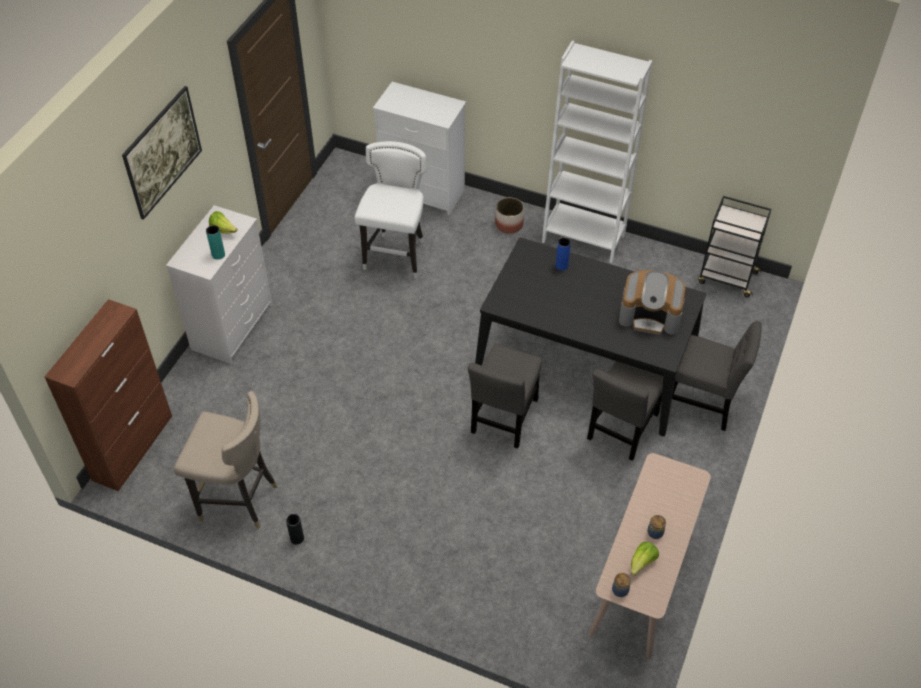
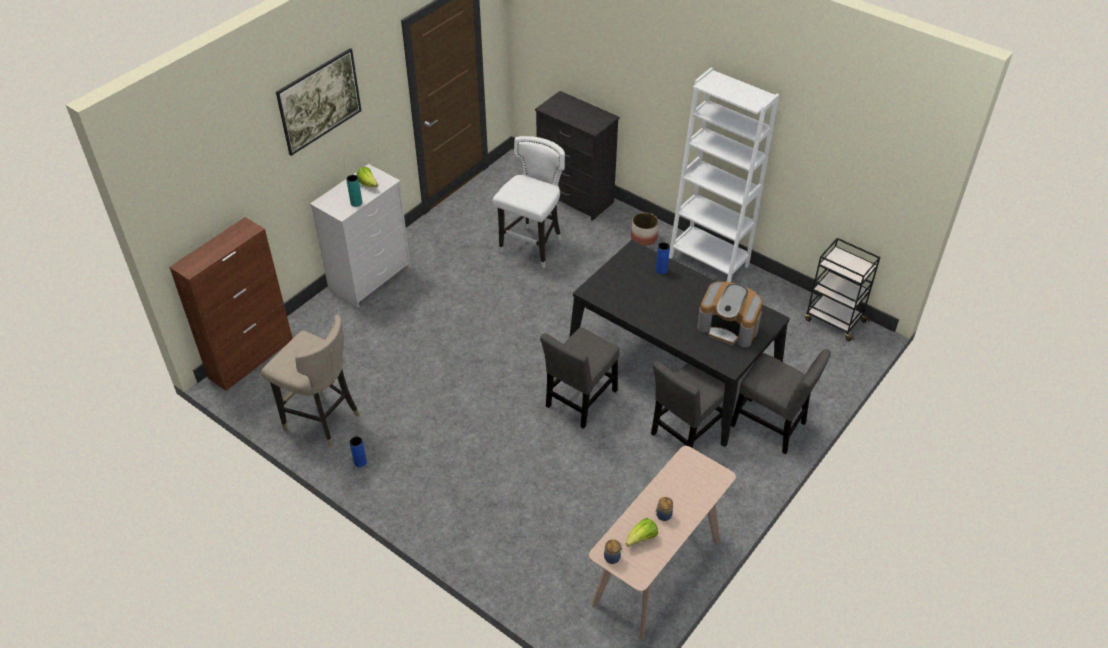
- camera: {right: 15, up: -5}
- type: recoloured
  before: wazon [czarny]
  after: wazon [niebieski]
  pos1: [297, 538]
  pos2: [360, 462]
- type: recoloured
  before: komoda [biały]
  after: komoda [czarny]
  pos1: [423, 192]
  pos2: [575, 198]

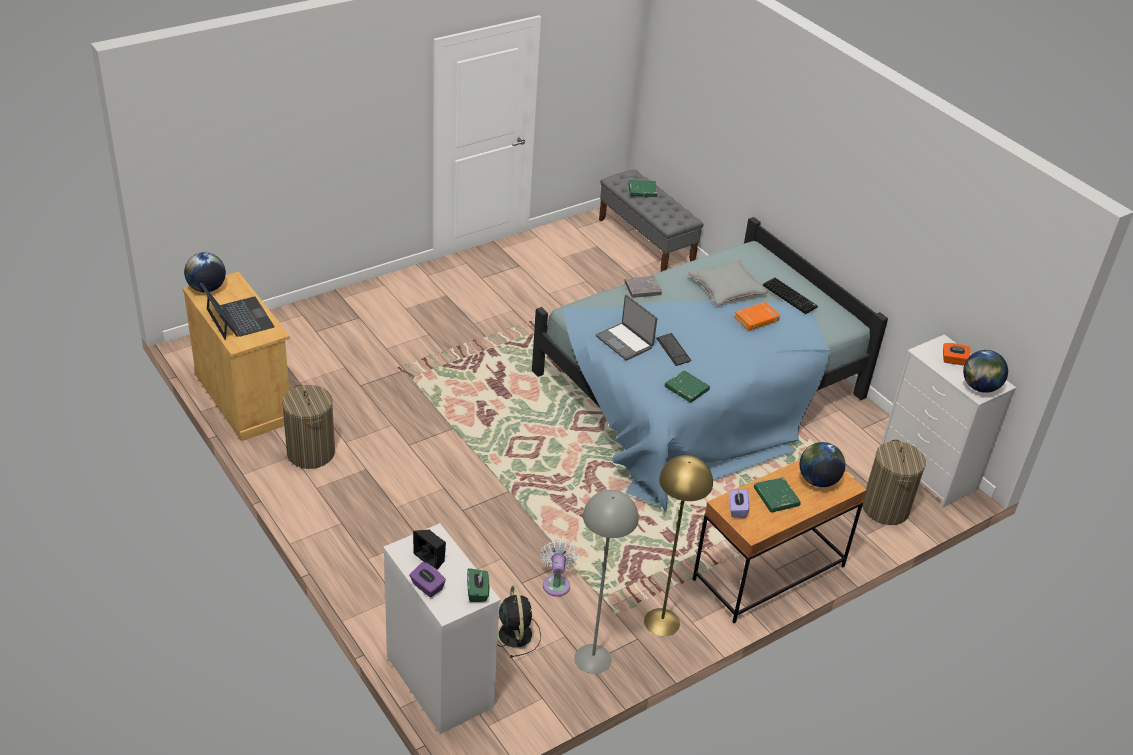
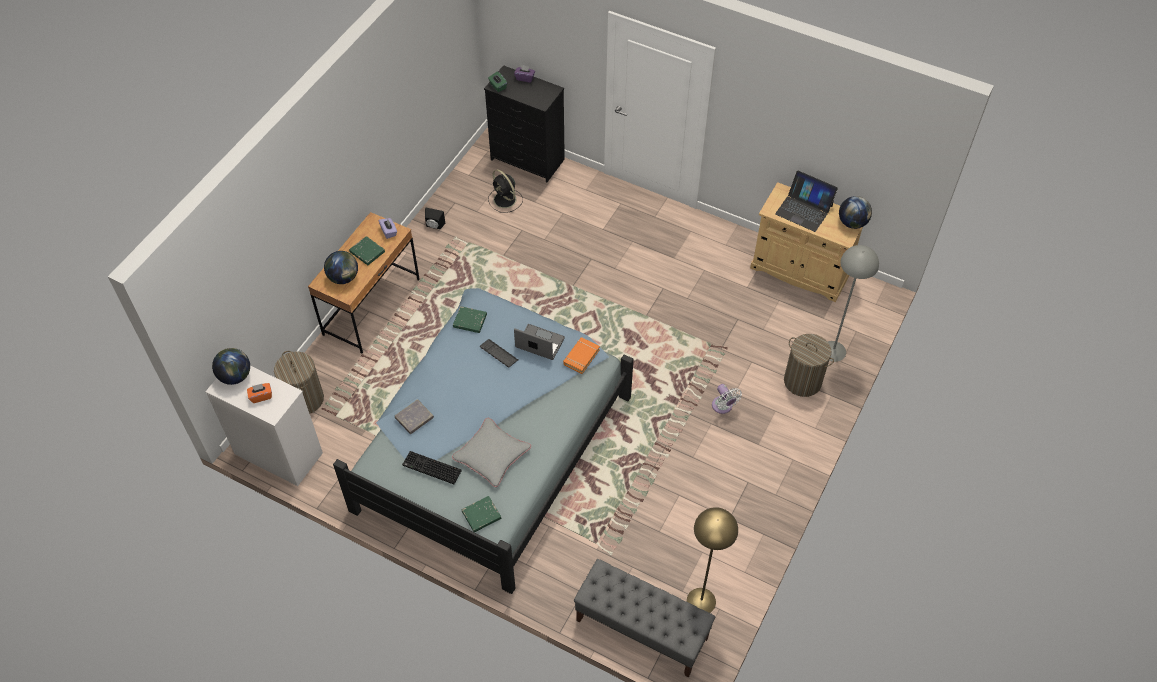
- camera: {right: 155, up: 15}
- type: moved
  before: kosz na pranie
  pos1: [311, 453]
  pos2: [802, 381]
- type: moved
  before: głośnik [czarny]
  pos1: [431, 557]
  pos2: [434, 226]
- type: moved
  before: wentylator [biały]
  pos1: [556, 583]
  pos2: [723, 407]
- type: moved
  before: lampa stojąca [szary]
  pos1: [593, 658]
  pos2: [833, 351]
- type: moved
  before: książka [szary]
  pos1: [642, 289]
  pos2: [414, 418]
- type: moved
  before: książka [zielony]
  pos1: [642, 190]
  pos2: [481, 515]
- type: moved
  before: lampa stojąca [żółty]
  pos1: [661, 622]
  pos2: [701, 601]
- type: moved
  before: książka [pomarańczowy]
  pos1: [756, 319]
  pos2: [581, 357]
- type: recoloured
  before: komoda [biały]
  after: komoda [czarny]
  pos1: [438, 681]
  pos2: [528, 160]

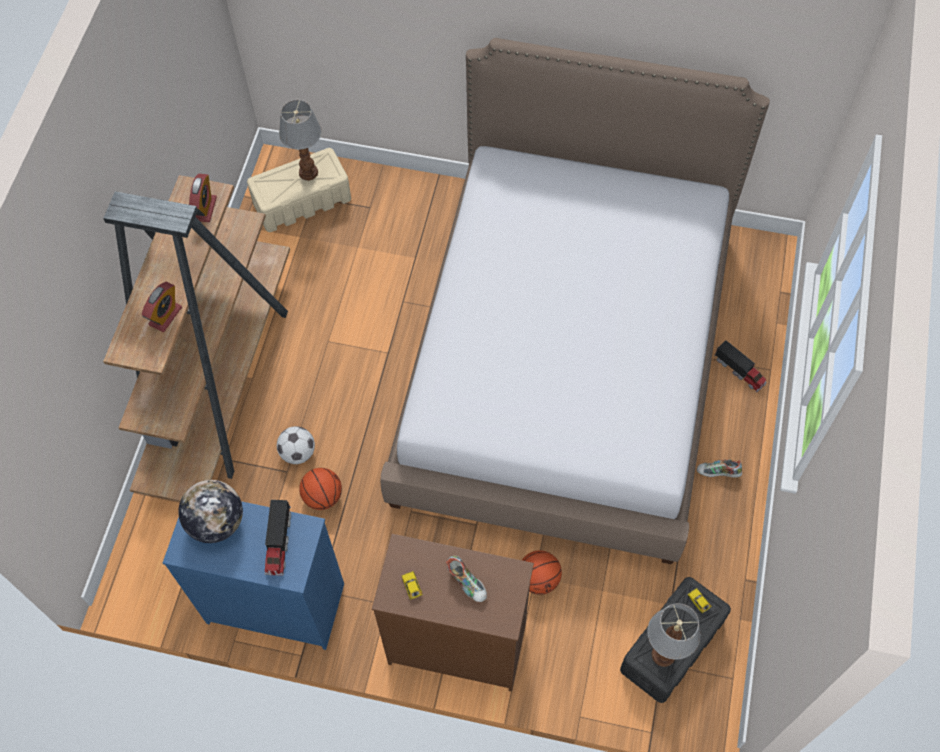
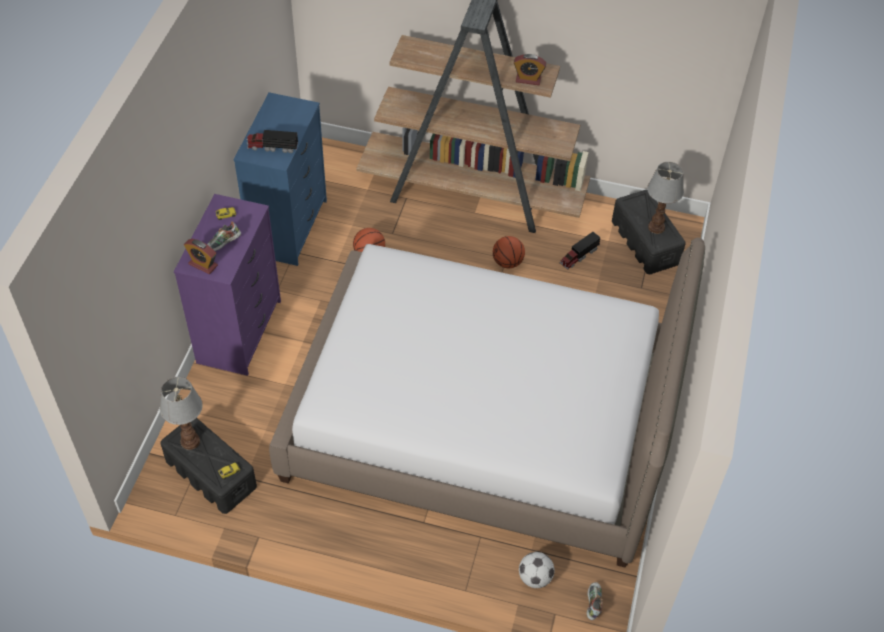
- camera: {right: 90, up: -10}
- type: removed
  before: globus
  pos1: [216, 522]
- type: moved
  before: budzik
  pos1: [165, 316]
  pos2: [203, 265]
- type: moved
  before: piłka futbolowa
  pos1: [298, 452]
  pos2: [535, 577]
- type: moved
  before: piłka do koszykówki
  pos1: [538, 579]
  pos2: [507, 262]
- type: moved
  before: but
  pos1: [718, 473]
  pos2: [593, 603]
- type: moved
  before: ciężarówka zabawkowa
  pos1: [740, 371]
  pos2: [578, 256]
- type: recoloured
  before: pojemnik do przechowywania [beżowy]
  after: pojemnik do przechowywania [czarny]
  pos1: [302, 201]
  pos2: [645, 243]
- type: recoloured
  before: komoda [brązowy]
  after: komoda [fioletowy]
  pos1: [457, 642]
  pos2: [240, 332]

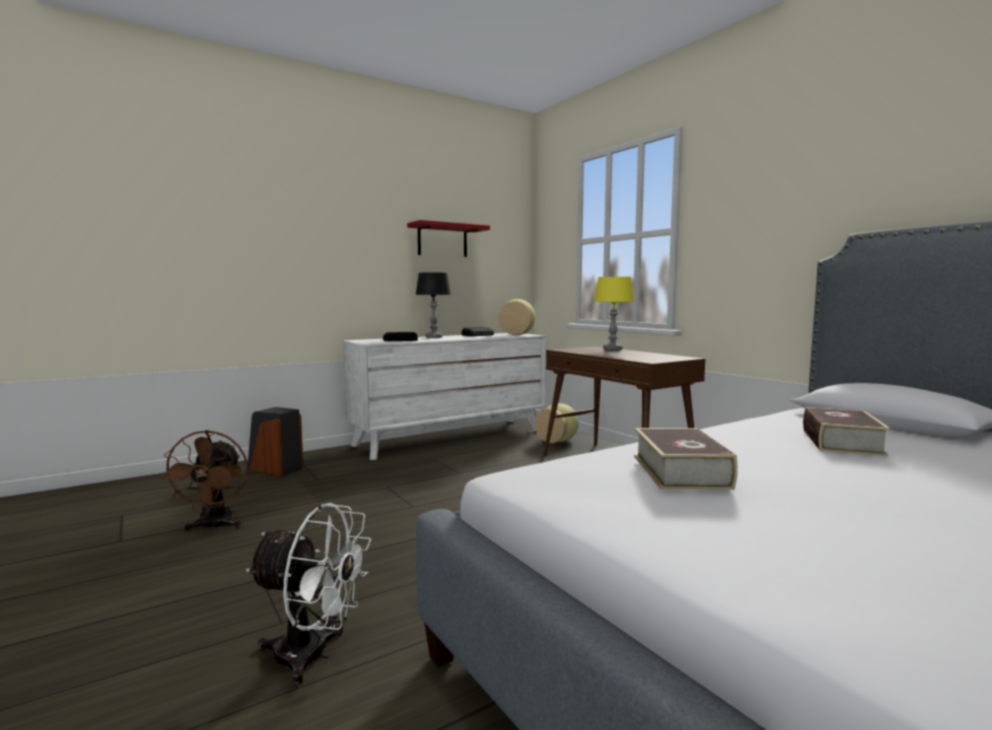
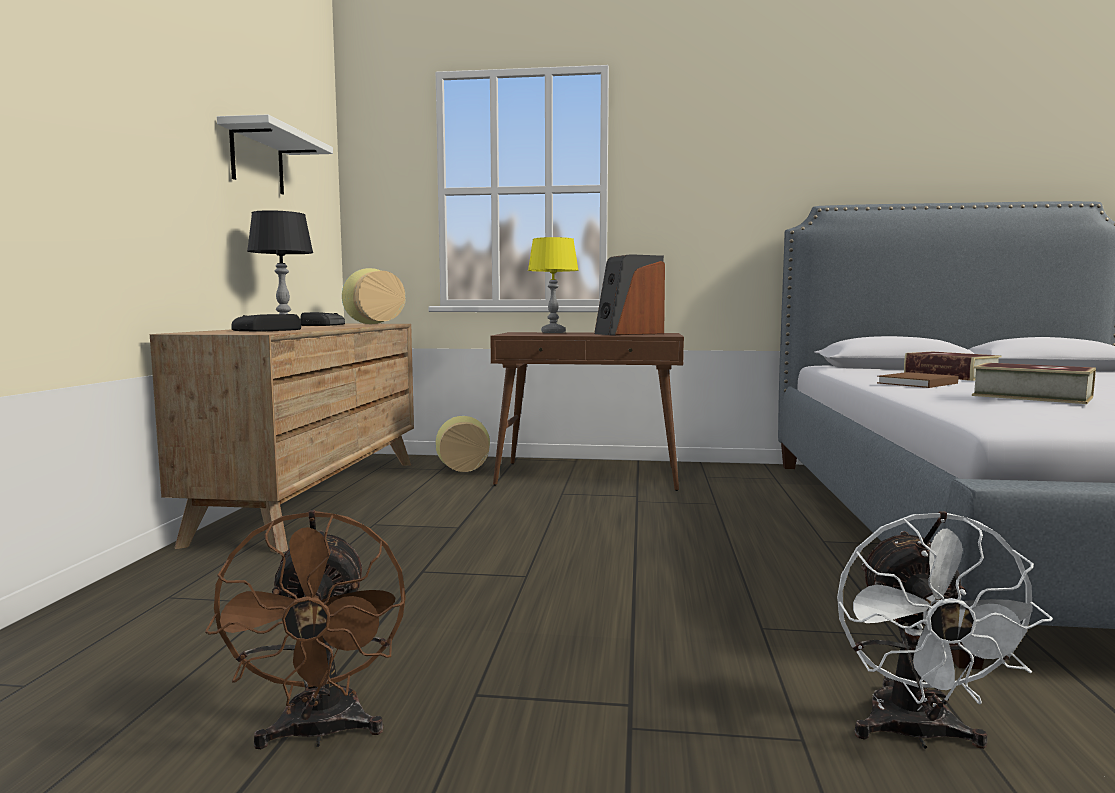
- camera: {right: -50, up: 0}
- type: added
  after: książka [brązowy]
  pos2: [916, 383]
- type: moved
  before: głośnik
  pos1: [275, 469]
  pos2: [629, 334]
- type: recoloured
  before: komoda [biały]
  after: komoda [brązowy]
  pos1: [451, 437]
  pos2: [316, 497]
- type: recoloured
  before: półka [czerwony]
  after: półka [biały]
  pos1: [442, 241]
  pos2: [257, 160]
- type: turned
  before: wentylator [brązowy]
  pos1: [214, 527]
  pos2: [320, 733]
  turn: 45
- type: turned
  before: wentylator [biały]
  pos1: [313, 656]
  pos2: [916, 735]
  turn: 135

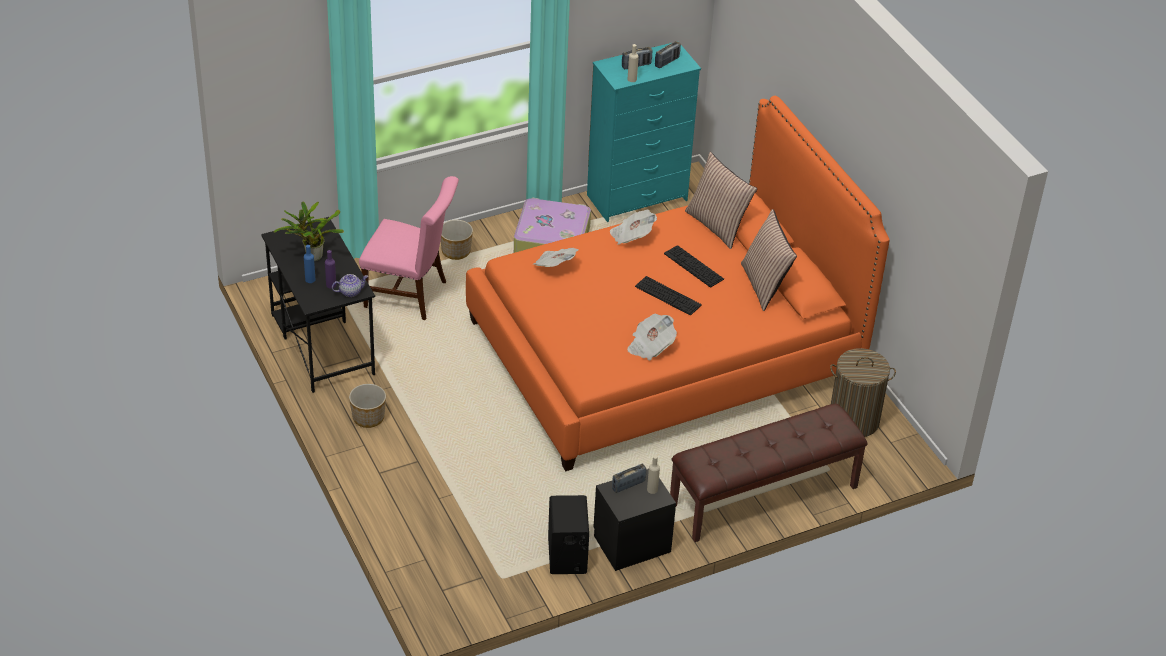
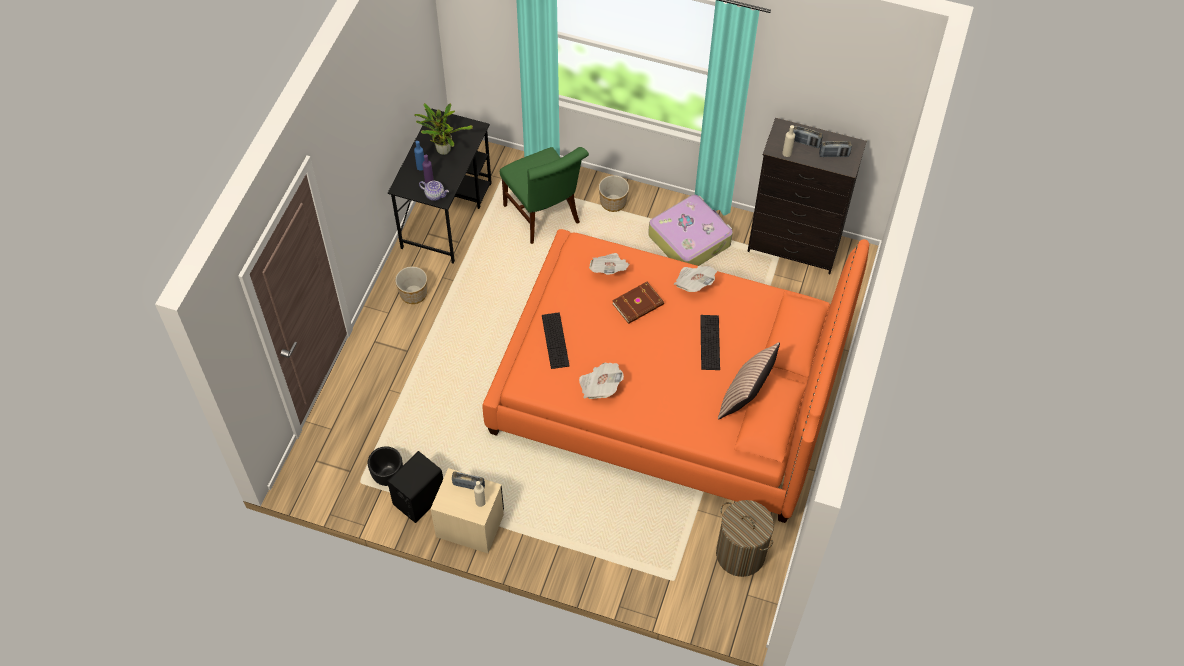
- camera: {right: 45, up: 15}
- type: removed
  before: ławka [brązowy]
  pos1: [764, 496]
- type: removed
  before: poduszka
  pos1: [717, 225]
- type: added
  after: donica [czarny]
  pos2: [387, 475]
- type: added
  after: książka [brązowy]
  pos2: [638, 304]
- type: moved
  before: klawiatura
  pos1: [668, 296]
  pos2: [555, 340]
- type: recoloured
  before: krzesło [różowy]
  after: krzesło [zielony]
  pos1: [411, 295]
  pos2: [544, 217]
- type: recoloured
  before: komoda [turkusowy]
  after: komoda [czarny]
  pos1: [638, 198]
  pos2: [794, 247]
- type: recoloured
  before: szafka nocna [czarny]
  after: szafka nocna [beżowy]
  pos1: [632, 544]
  pos2: [470, 525]

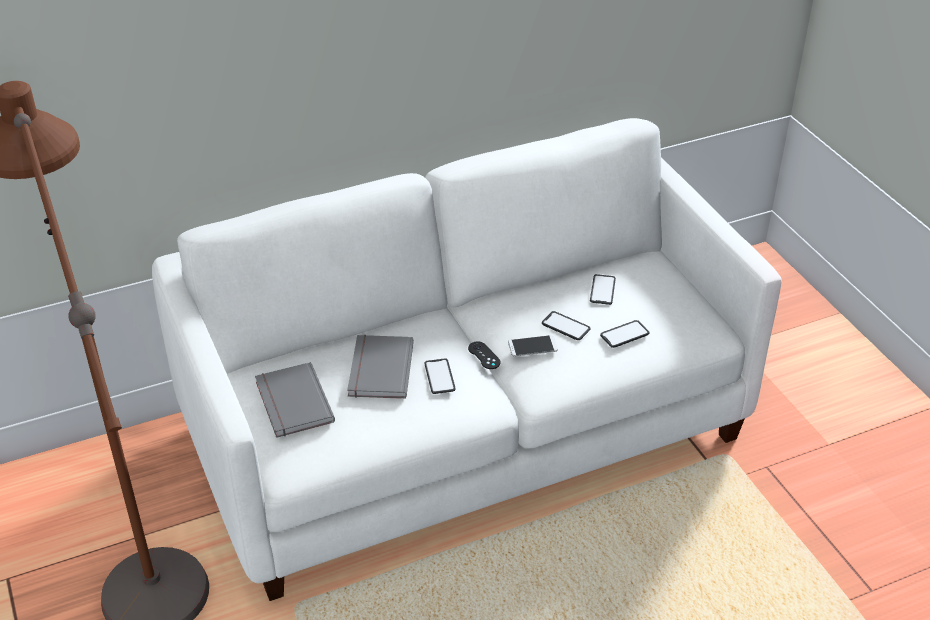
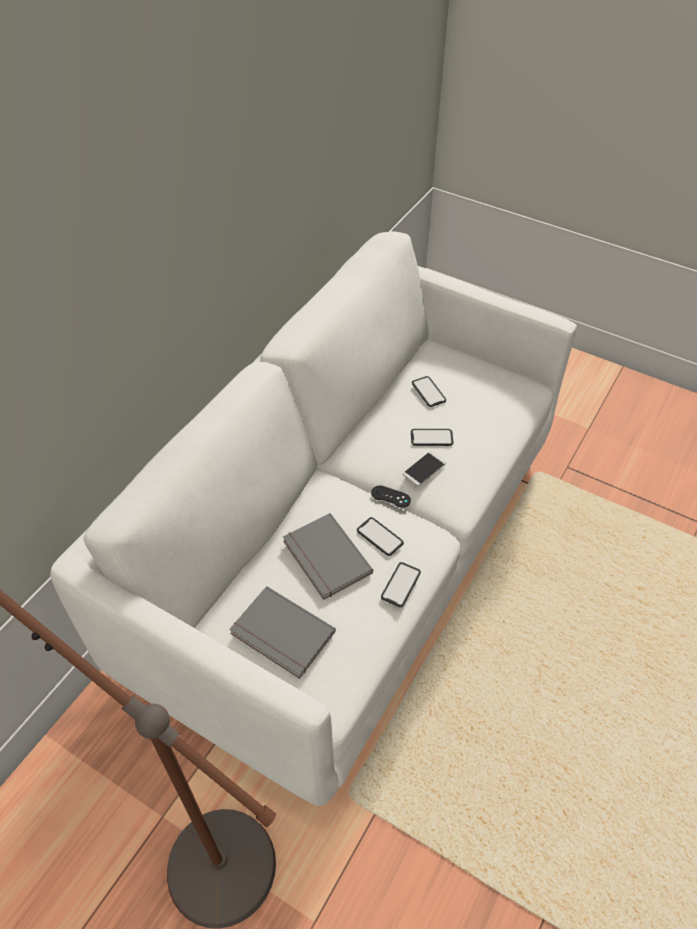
- camera: {right: -35, up: 10}
- type: moved
  before: telefon
  pos1: [624, 334]
  pos2: [400, 585]

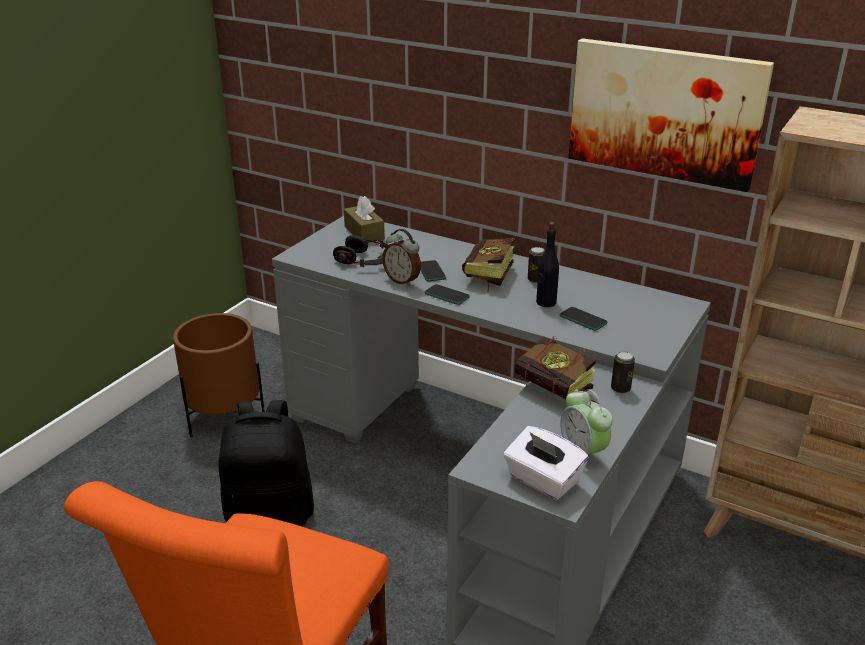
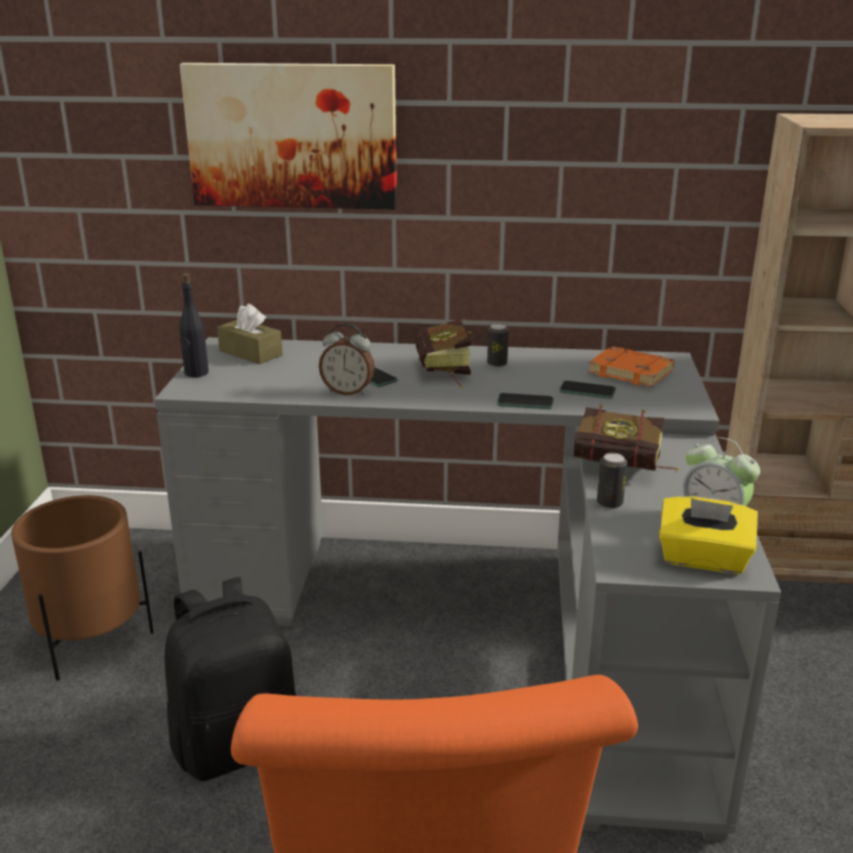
- camera: {right: -25, up: -5}
- type: removed
  before: słuchawki
  pos1: [364, 259]
- type: added
  after: książka [pomarańczowy]
  pos2: [632, 372]
- type: moved
  before: telefon
  pos1: [446, 295]
  pos2: [525, 402]
- type: moved
  before: butelka [czarny]
  pos1: [545, 302]
  pos2: [196, 373]
- type: moved
  before: obraz
  pos1: [665, 112]
  pos2: [292, 136]
- type: moved
  before: puszka
  pos1: [620, 388]
  pos2: [609, 503]
- type: recoloured
  before: pudełko chusteczek [biały]
  after: pudełko chusteczek [żółty]
  pos1: [543, 480]
  pos2: [703, 559]

